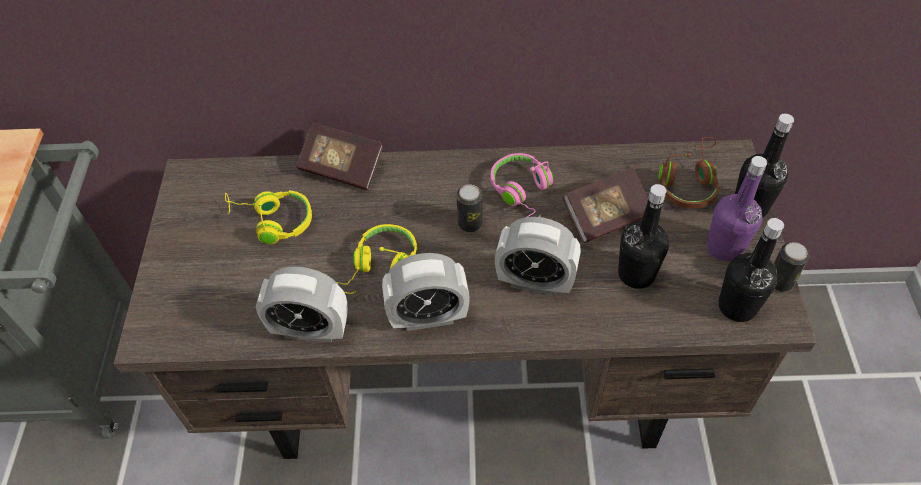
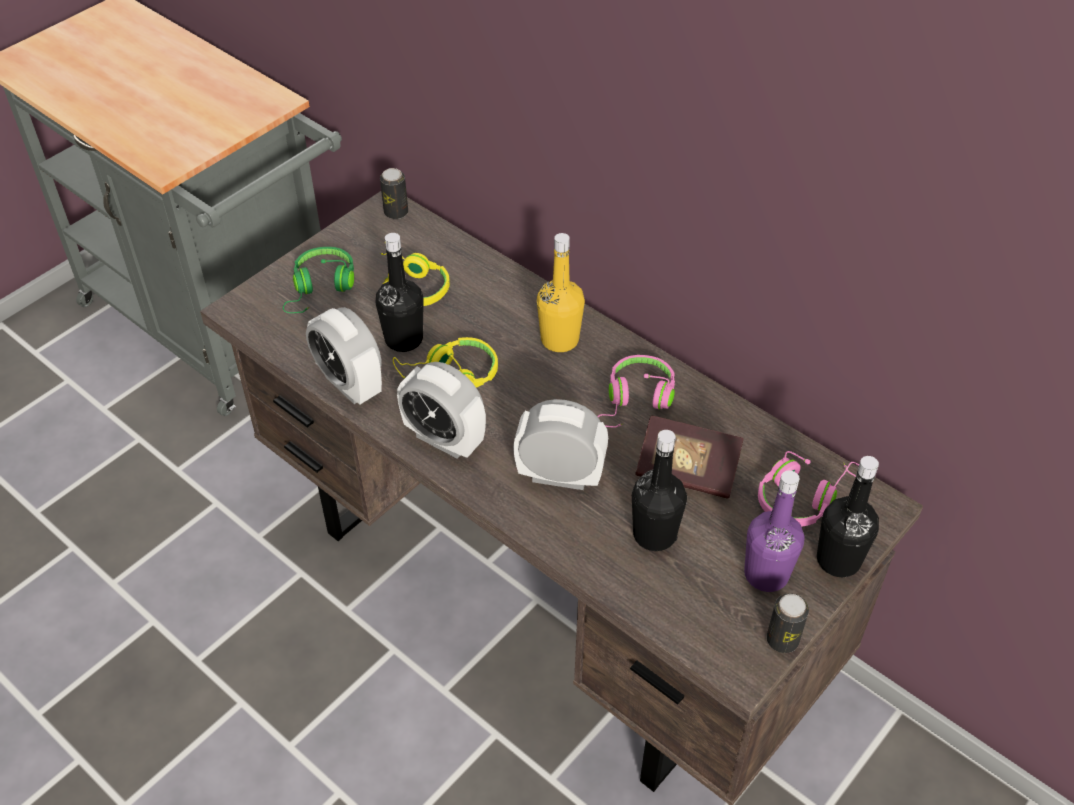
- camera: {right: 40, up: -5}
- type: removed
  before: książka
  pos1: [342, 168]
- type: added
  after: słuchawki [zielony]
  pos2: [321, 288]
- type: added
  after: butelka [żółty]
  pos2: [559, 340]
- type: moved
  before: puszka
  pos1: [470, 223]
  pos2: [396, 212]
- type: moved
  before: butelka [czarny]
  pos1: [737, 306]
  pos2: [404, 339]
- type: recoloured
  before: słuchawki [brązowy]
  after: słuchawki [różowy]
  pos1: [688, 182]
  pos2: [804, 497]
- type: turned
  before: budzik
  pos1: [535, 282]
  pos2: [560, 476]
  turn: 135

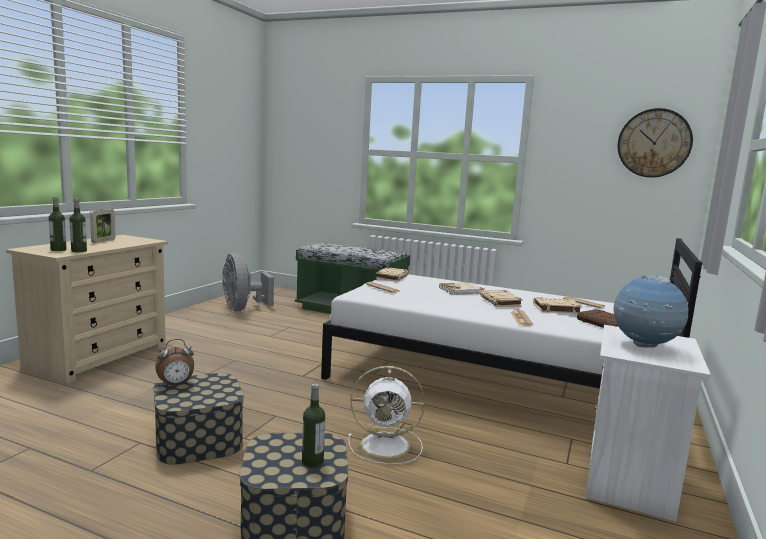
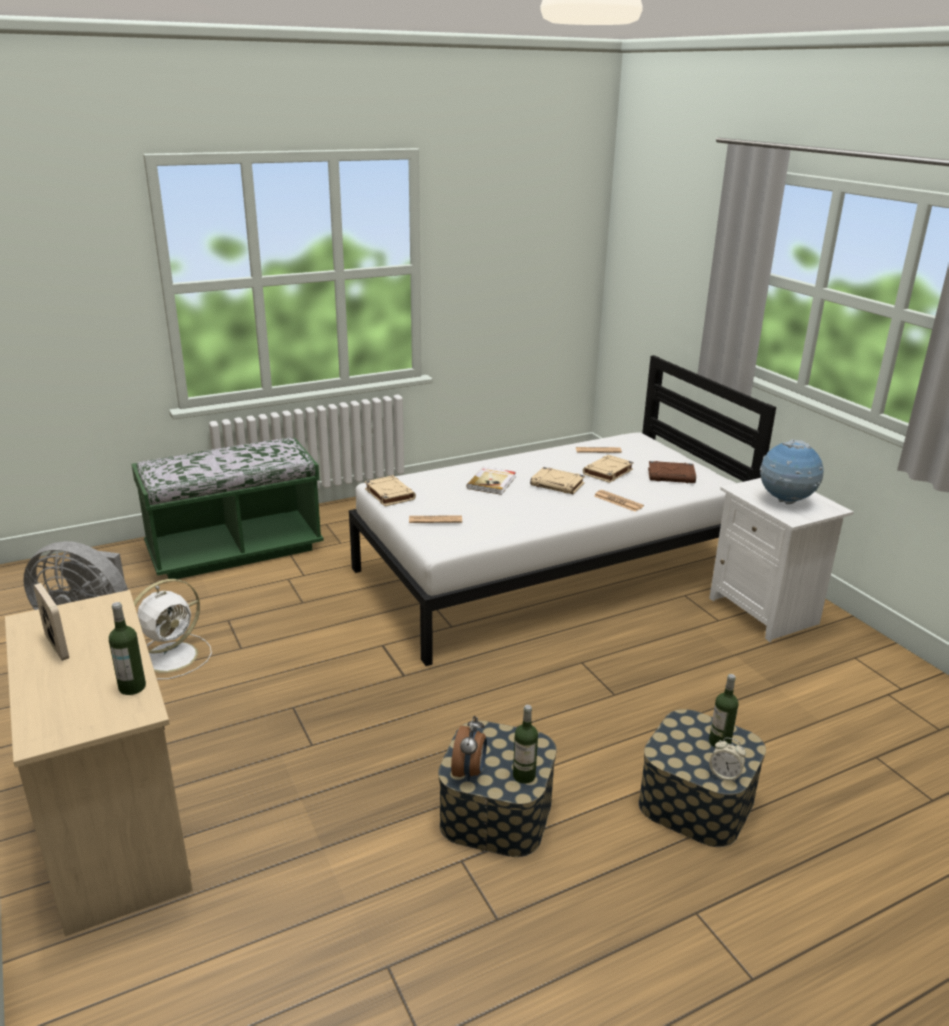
- camera: {right: -50, up: 15}
- type: removed
  before: zegar ścienny
  pos1: [654, 143]
- type: added
  after: budzik
  pos2: [724, 774]
- type: moved
  before: butelka
  pos1: [58, 250]
  pos2: [524, 776]
- type: moved
  before: wentylator [biały]
  pos1: [387, 445]
  pos2: [173, 656]

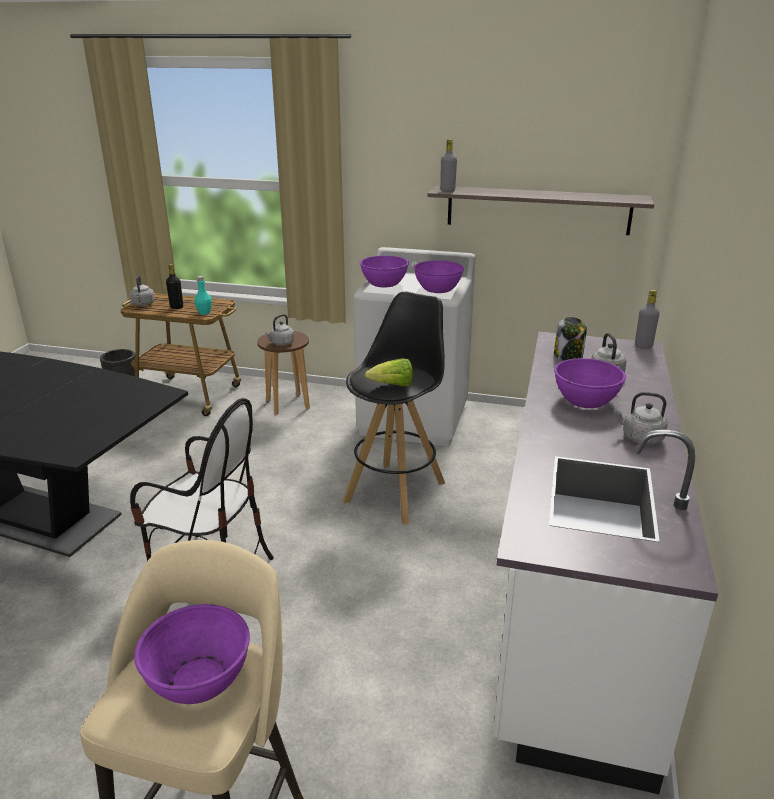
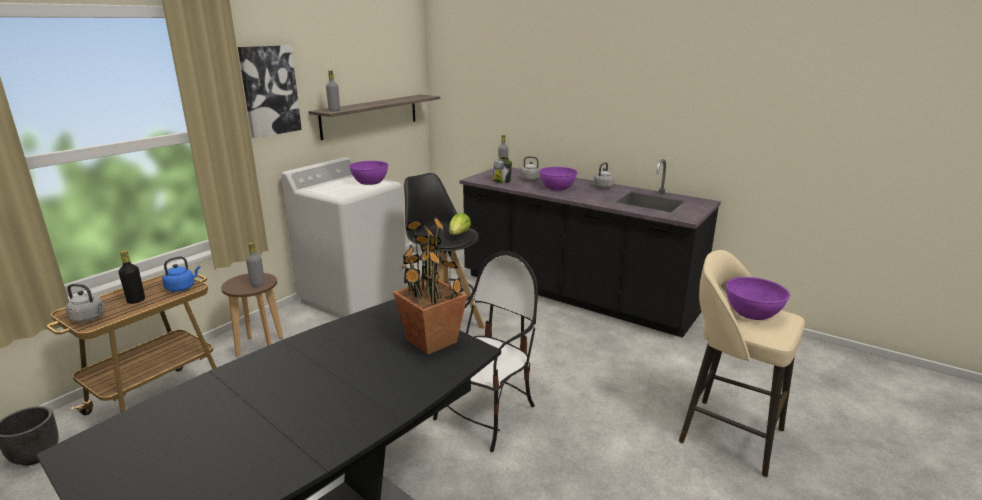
- camera: {right: -70, up: -5}
- type: removed
  before: miska [fioletowy]
  pos1: [384, 283]
- type: added
  after: obraz
  pos2: [269, 90]
- type: added
  after: roślina doniczkowa
  pos2: [431, 341]
- type: replaced
  before: butelka [turkusowy]
  after: czajnik [niebieski]
  pos1: [204, 312]
  pos2: [182, 288]
- type: replaced
  before: czajnik [szary]
  after: butelka [szary]
  pos1: [281, 343]
  pos2: [258, 284]
- type: recoloured
  before: zabudowa kuchenna [biały]
  after: zabudowa kuchenna [czarny]
  pos1: [574, 592]
  pos2: [575, 294]

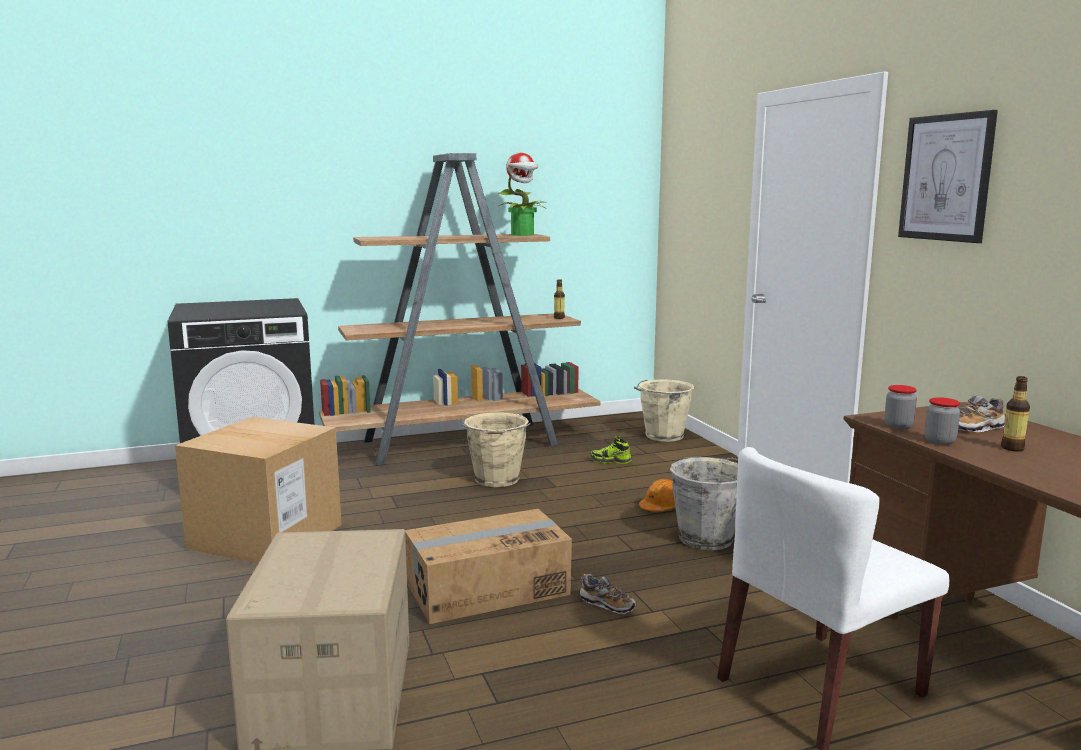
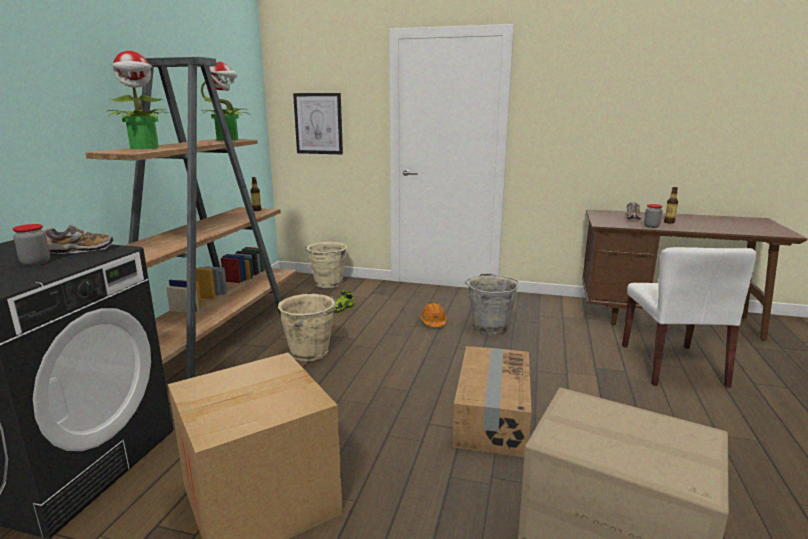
- camera: {right: -55, up: 5}
- type: added
  after: roślina doniczkowa
  pos2: [145, 148]
- type: moved
  before: but
  pos1: [607, 605]
  pos2: [81, 250]
- type: moved
  before: słoik
  pos1: [898, 426]
  pos2: [36, 263]
- type: moved
  before: obraz
  pos1: [946, 178]
  pos2: [318, 123]

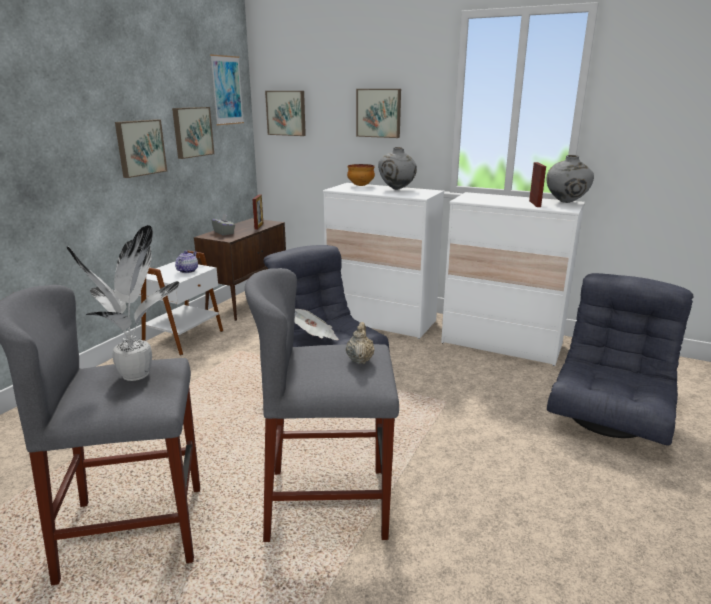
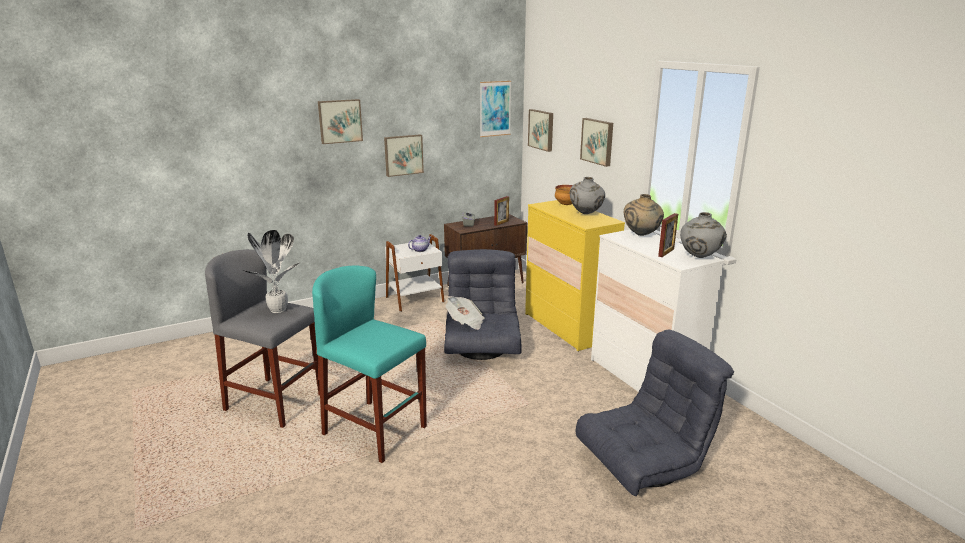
- camera: {right: 35, up: 0}
- type: removed
  before: imbryk [beżowy]
  pos1: [360, 359]
- type: added
  after: wazon [beżowy]
  pos2: [641, 235]
- type: moved
  before: obraz
  pos1: [192, 132]
  pos2: [340, 121]
- type: recoloured
  before: stołek [szary]
  after: stołek [turkusowy]
  pos1: [327, 503]
  pos2: [375, 431]
- type: recoloured
  before: komoda [biały]
  after: komoda [żółty]
  pos1: [380, 321]
  pos2: [567, 327]

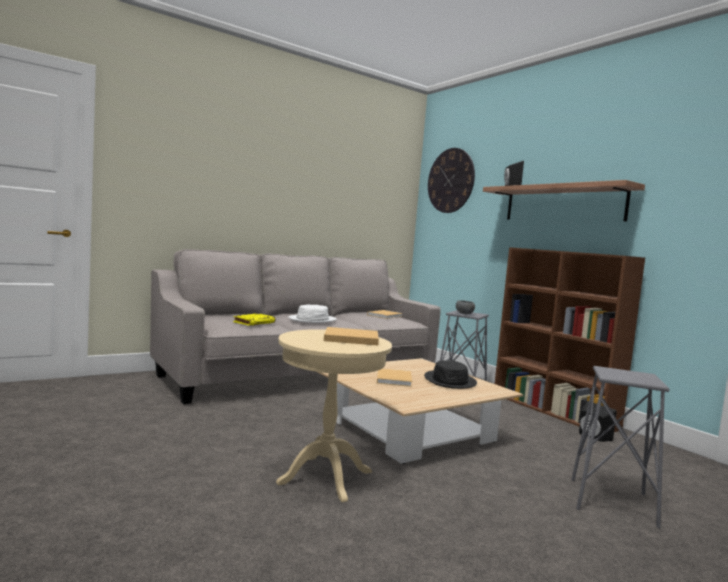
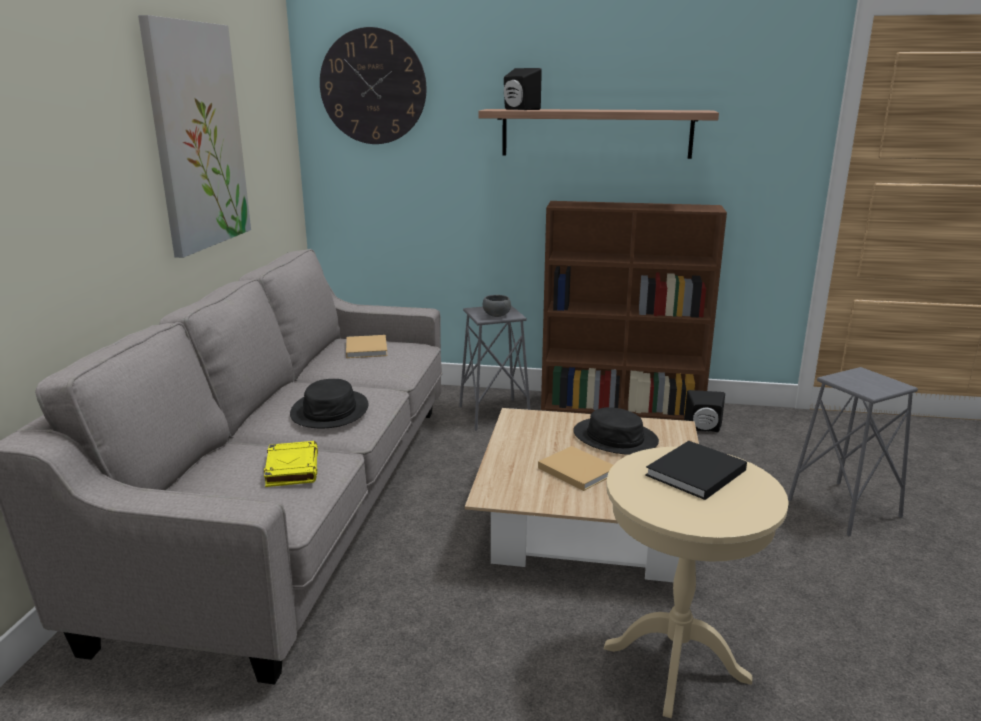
- camera: {right: -45, up: 15}
- type: added
  after: obraz
  pos2: [198, 137]
- type: recoloured
  before: kapelusz [biały]
  after: kapelusz [czarny]
  pos1: [312, 320]
  pos2: [330, 411]
- type: recoloured
  before: książka [beżowy]
  after: książka [czarny]
  pos1: [349, 338]
  pos2: [694, 473]

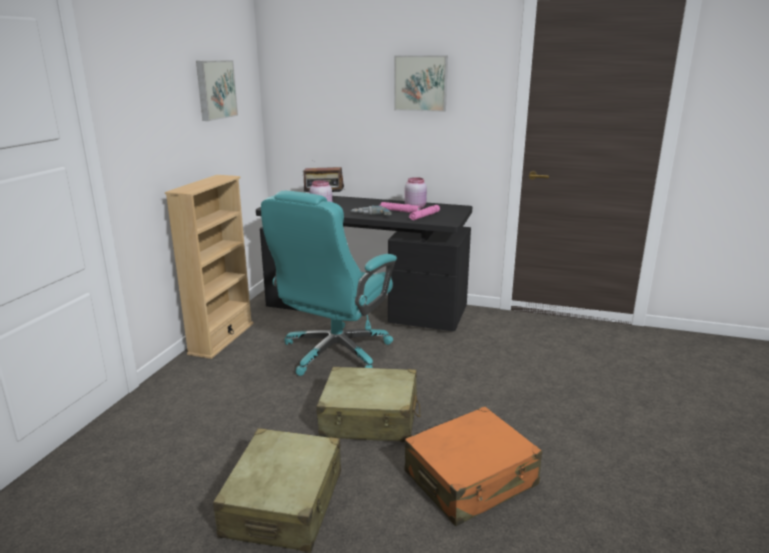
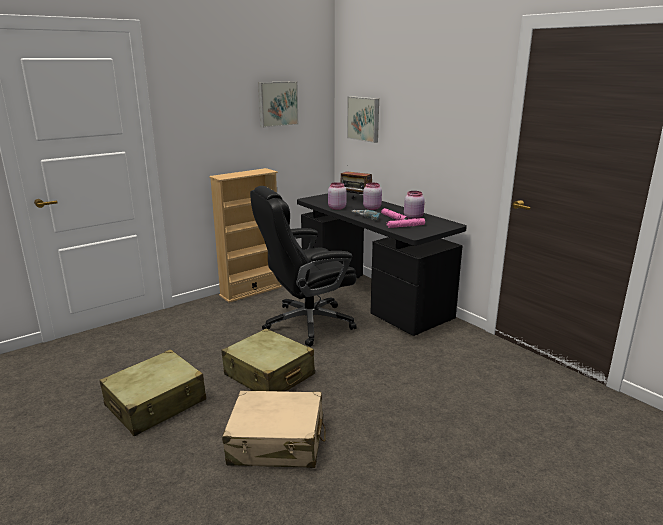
- camera: {right: 35, up: 0}
- type: added
  after: słoik [różowy]
  pos2: [372, 208]
- type: moved
  before: obraz
  pos1: [421, 83]
  pos2: [364, 119]
- type: recoloured
  before: krzesło biurowe [turkusowy]
  after: krzesło biurowe [czarny]
  pos1: [335, 353]
  pos2: [306, 323]
- type: recoloured
  before: walizka [pomarańczowy]
  after: walizka [beżowy]
  pos1: [471, 479]
  pos2: [277, 442]

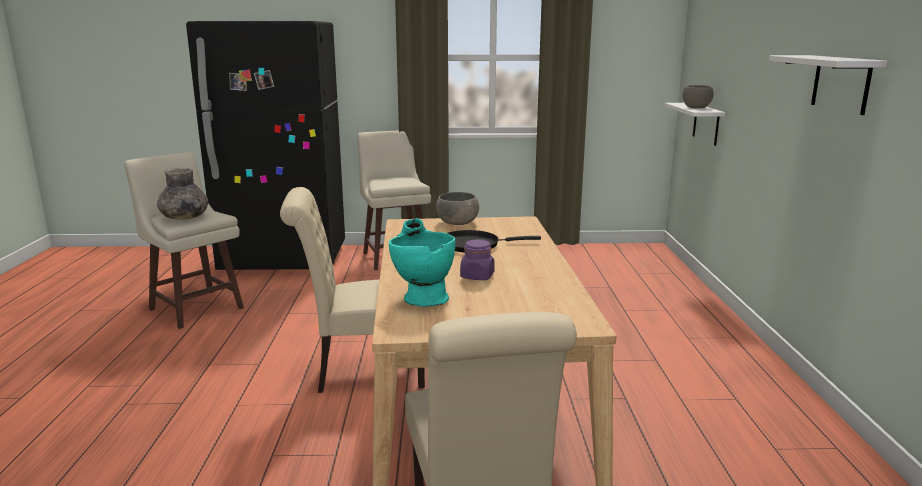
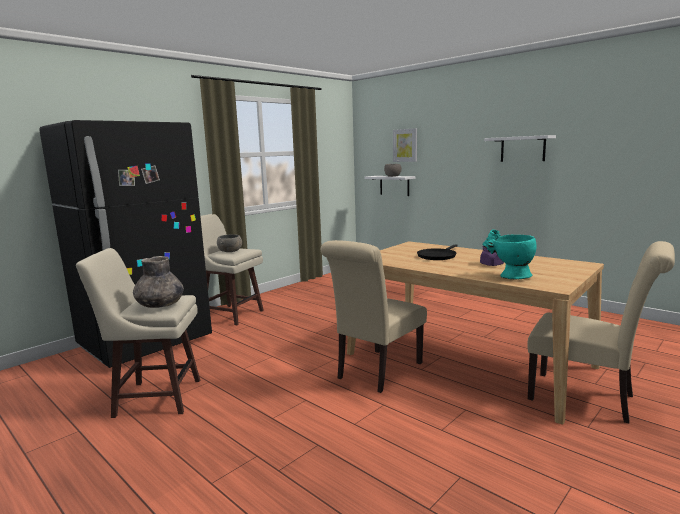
- camera: {right: -45, up: -5}
- type: added
  after: obraz
  pos2: [405, 145]
- type: moved
  before: miska [szary]
  pos1: [457, 222]
  pos2: [230, 251]

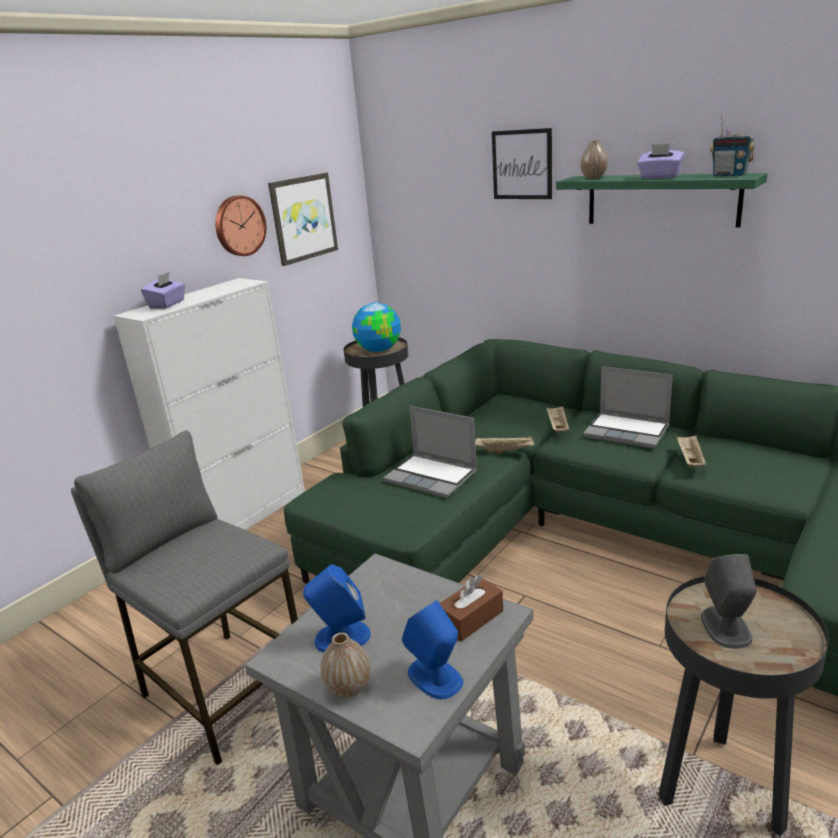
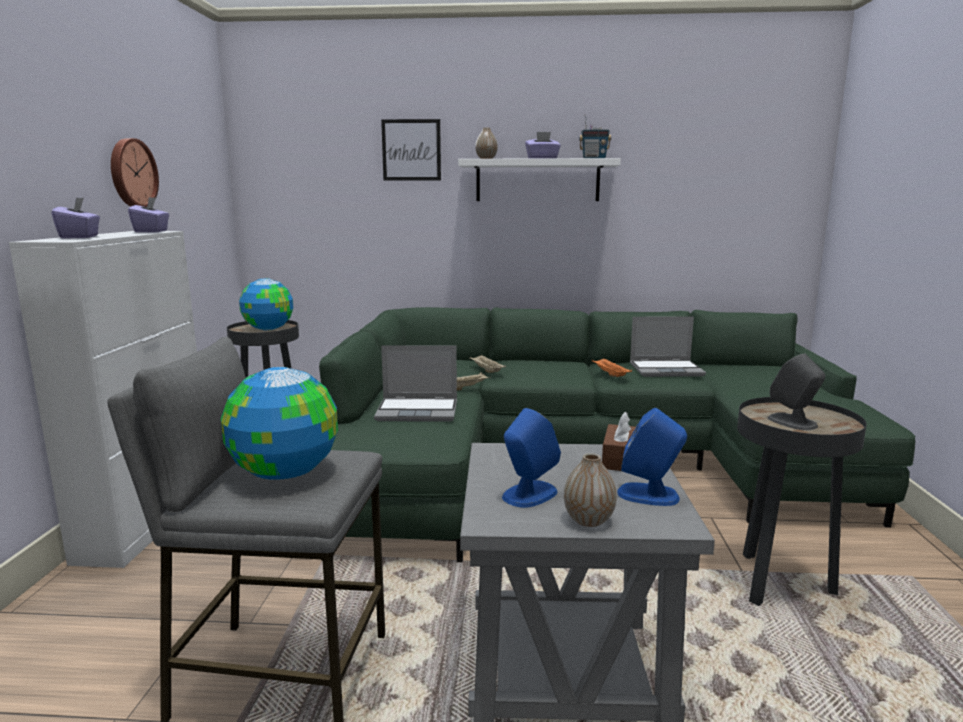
- camera: {right: -35, up: -10}
- type: removed
  before: obraz
  pos1: [303, 218]
- type: added
  after: pudełko chusteczek [fioletowy]
  pos2: [152, 231]
- type: added
  after: globus
  pos2: [284, 474]
- type: moved
  before: laptop
  pos1: [628, 431]
  pos2: [666, 370]
- type: recoloured
  before: półka [zielony]
  after: półka [biały]
  pos1: [661, 200]
  pos2: [537, 181]
- type: recoloured
  before: taca [beżowy]
  after: taca [pomarańczowy]
  pos1: [690, 459]
  pos2: [610, 374]

